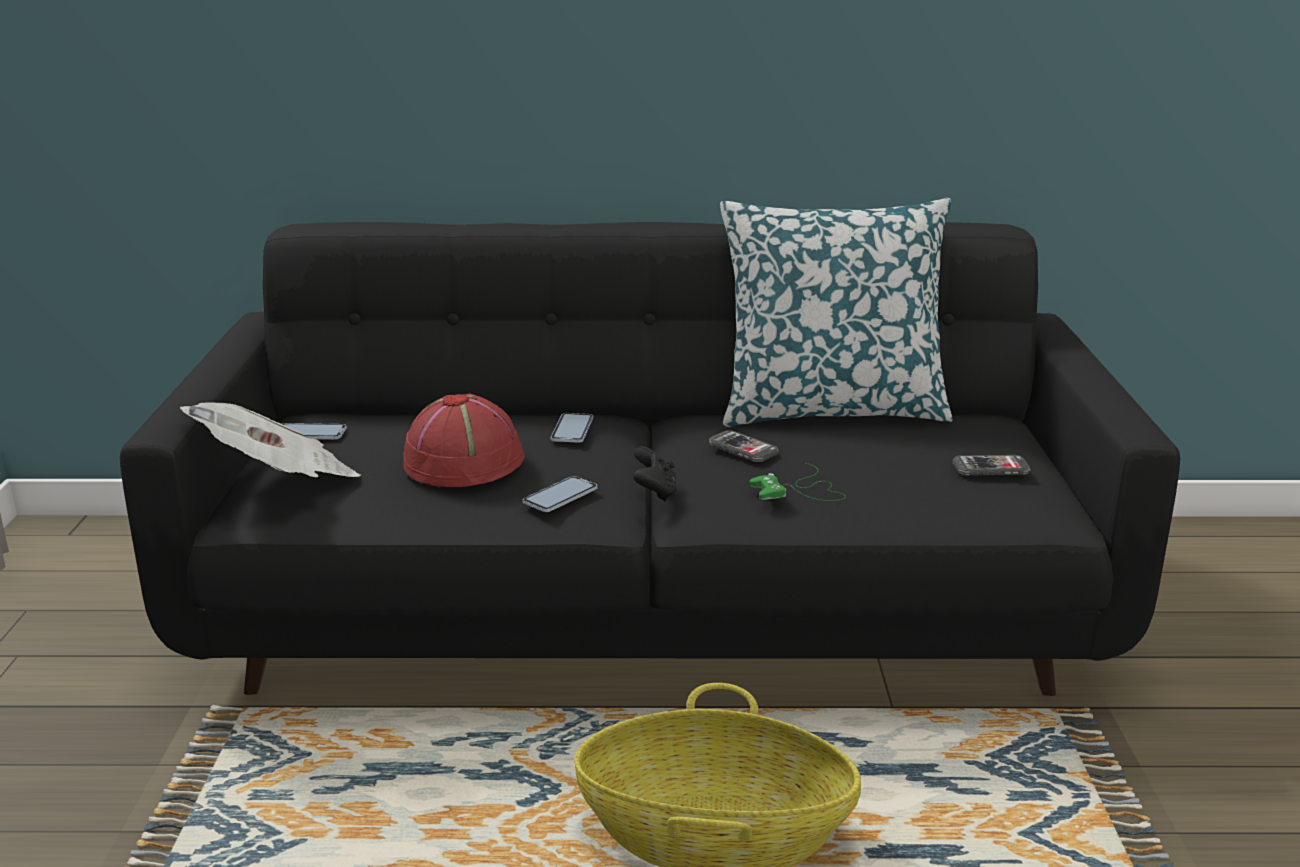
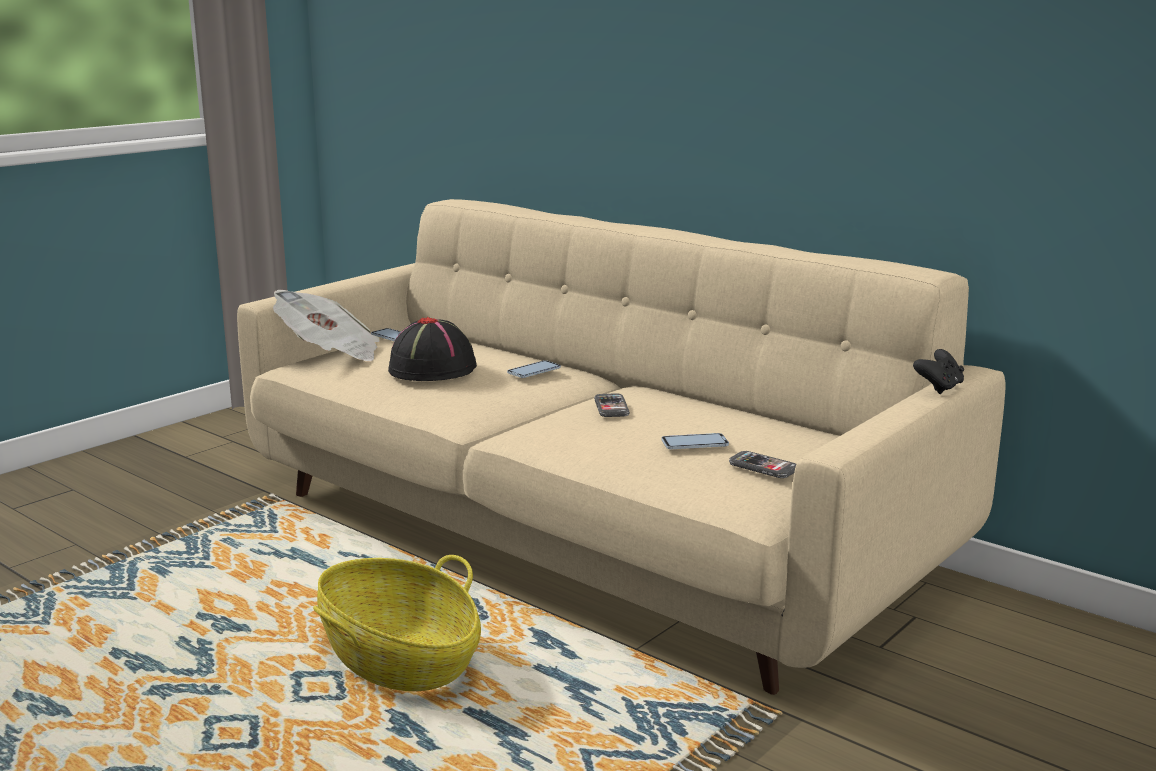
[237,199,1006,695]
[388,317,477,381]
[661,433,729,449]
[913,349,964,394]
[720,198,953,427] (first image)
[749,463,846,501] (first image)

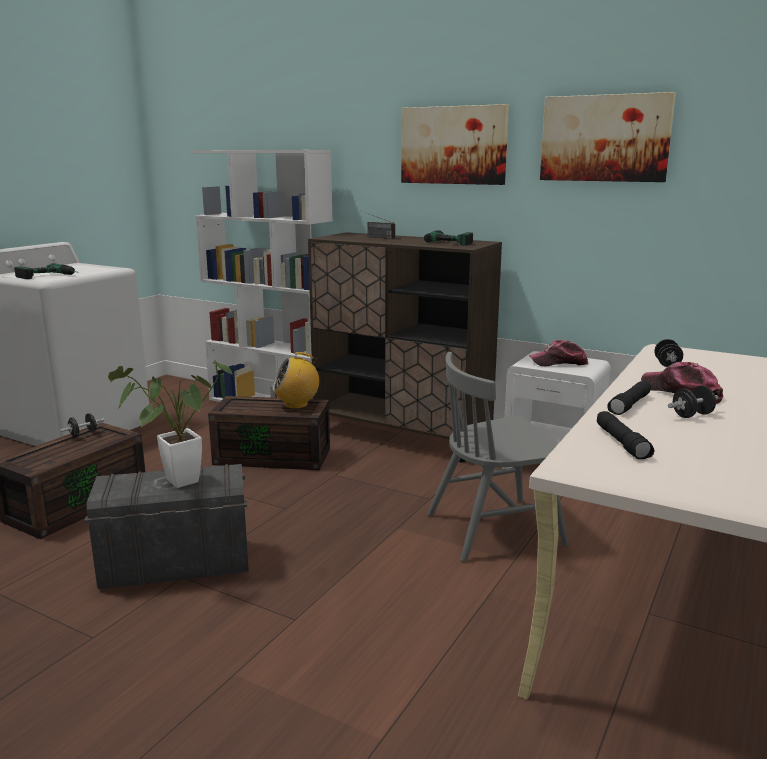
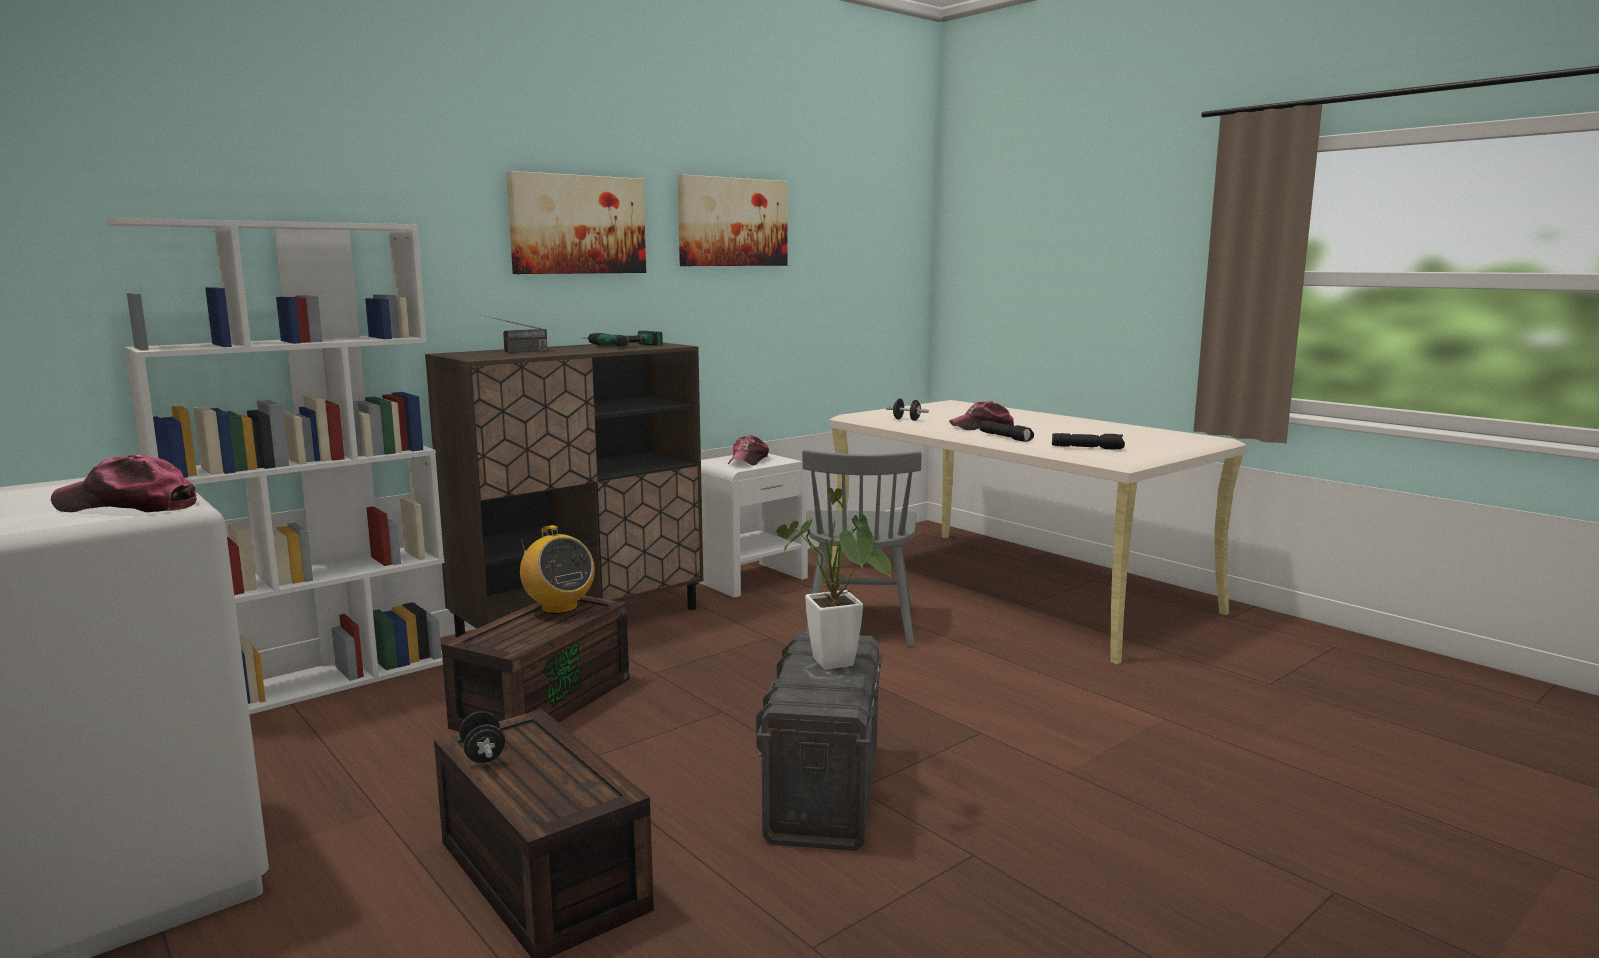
[51,454,197,512]
[520,525,595,614]
[668,385,719,418] (first image)

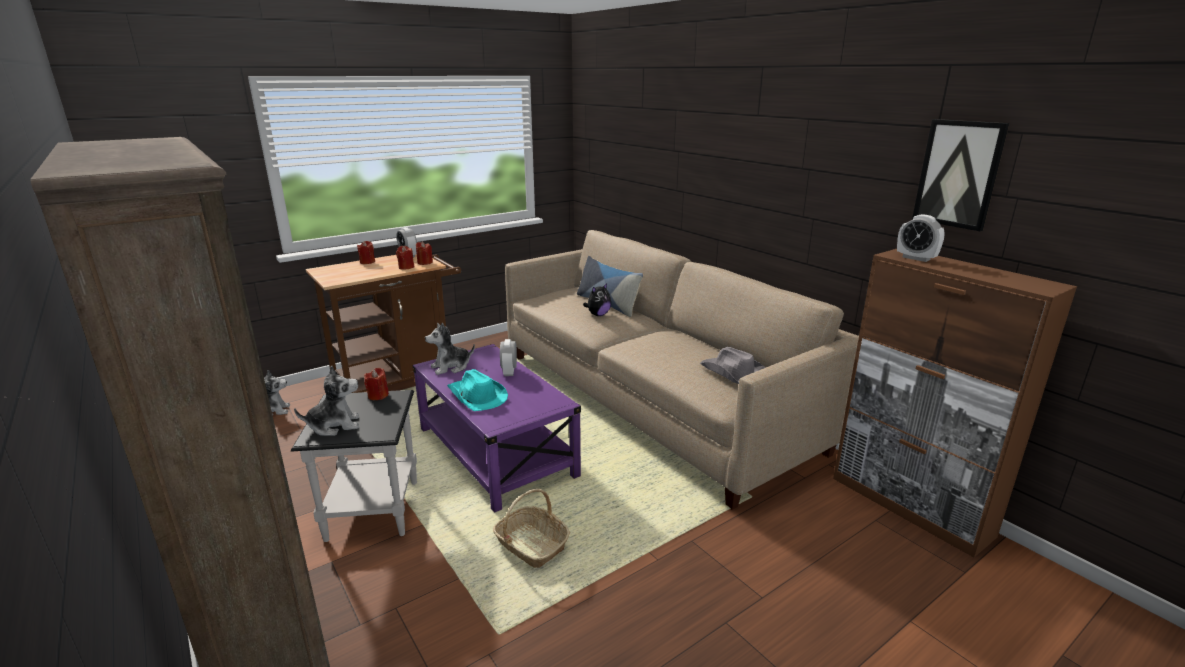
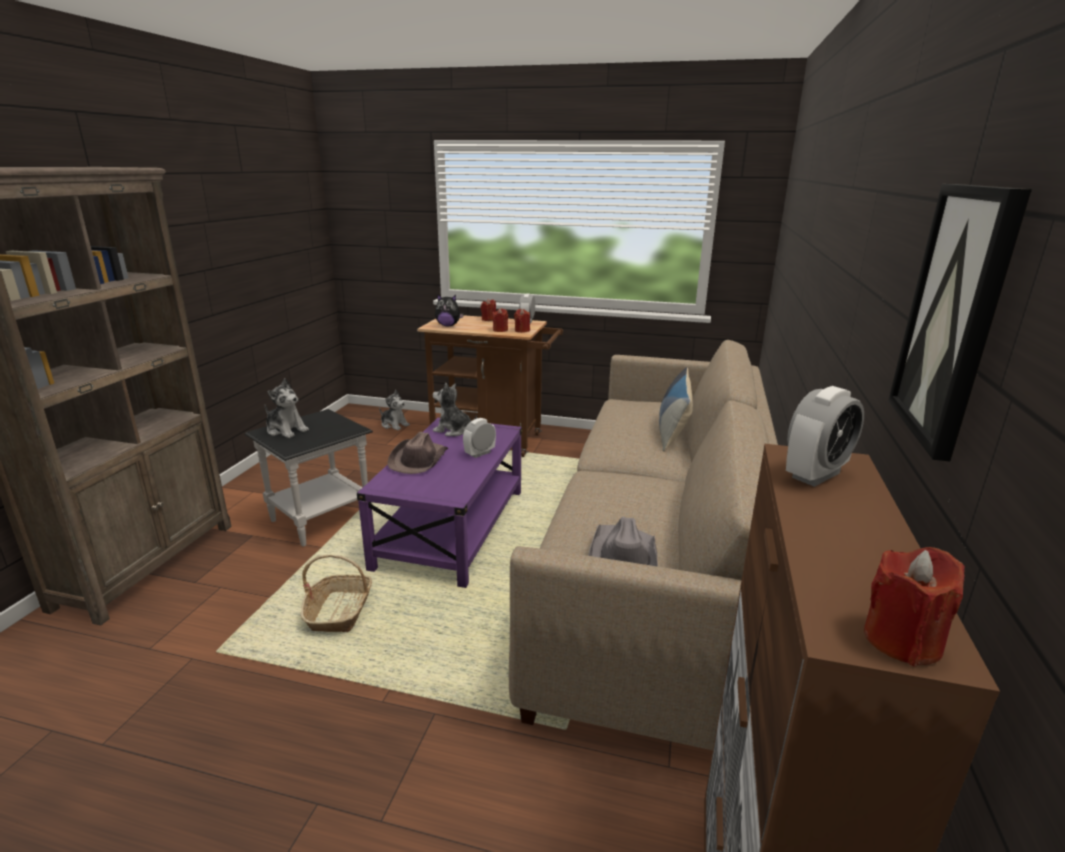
[387,432,448,474]
[435,294,464,326]
[786,386,864,487]
[864,547,965,666]

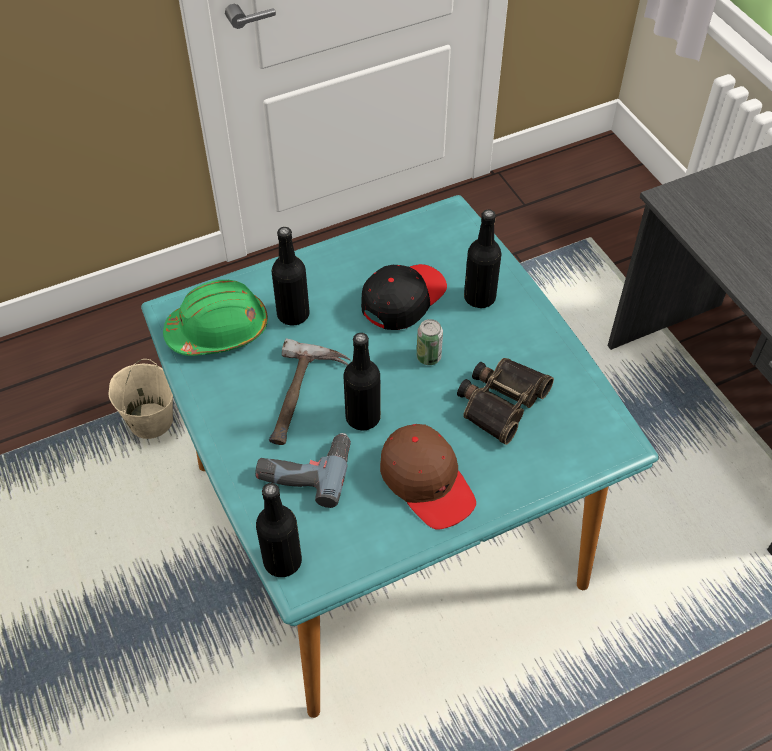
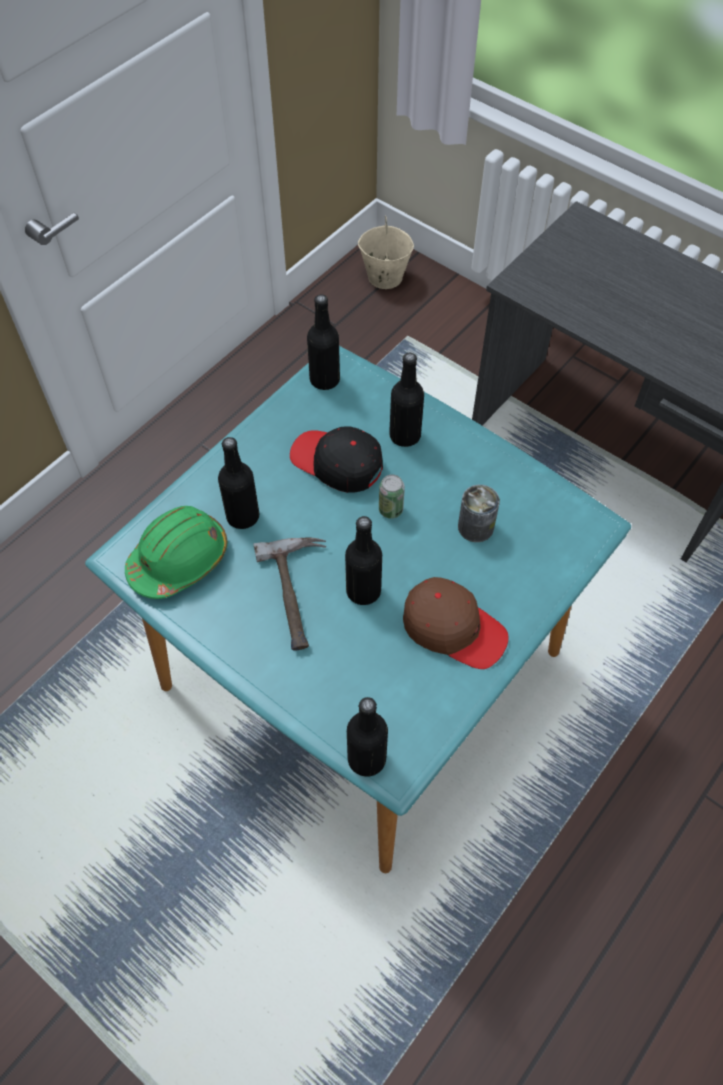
[290,426,383,493]
[307,295,340,390]
[358,216,414,289]
[458,485,500,542]
[255,433,351,508] (first image)

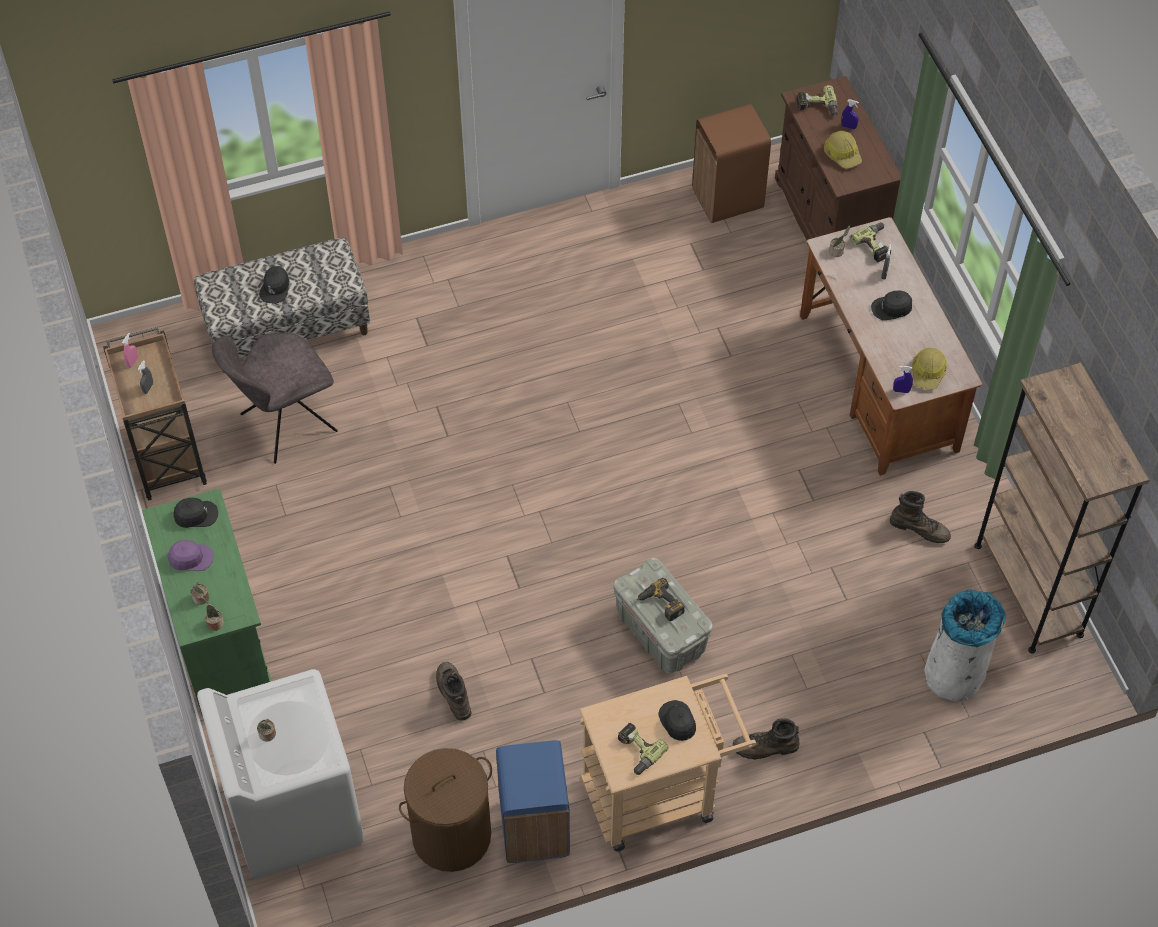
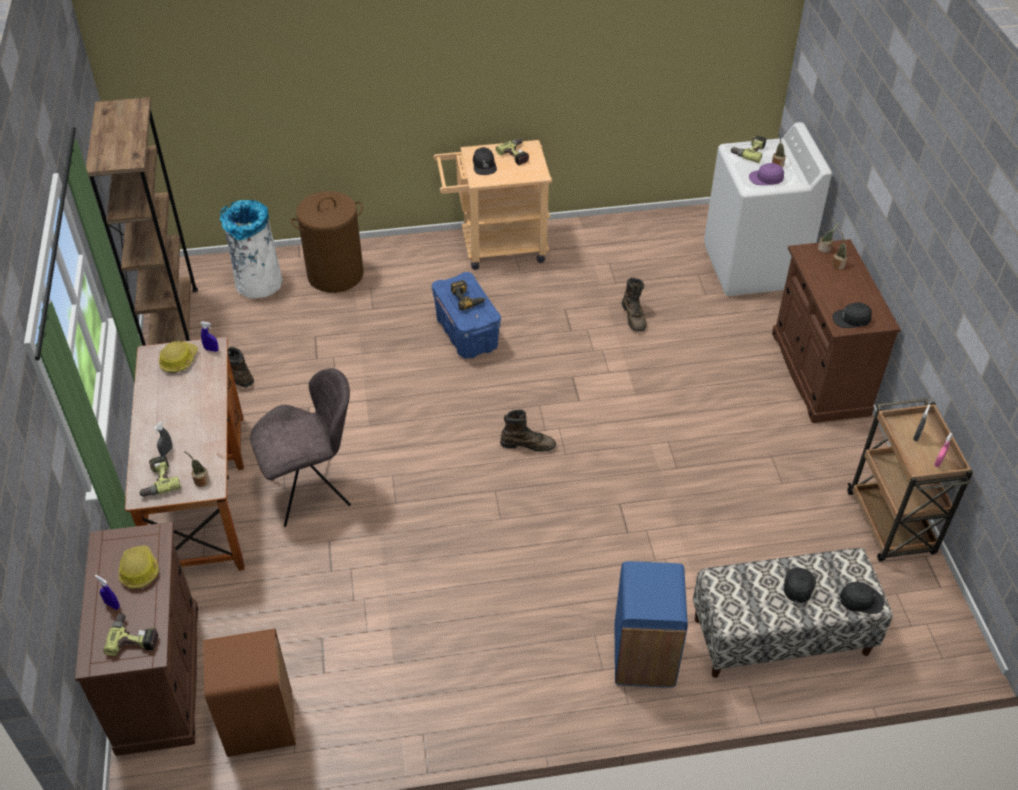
[250,368,351,527]
[291,191,364,293]
[432,272,501,359]
[500,409,556,452]
[614,561,688,688]
[731,135,766,163]
[749,163,784,185]
[772,239,901,423]
[840,582,884,614]

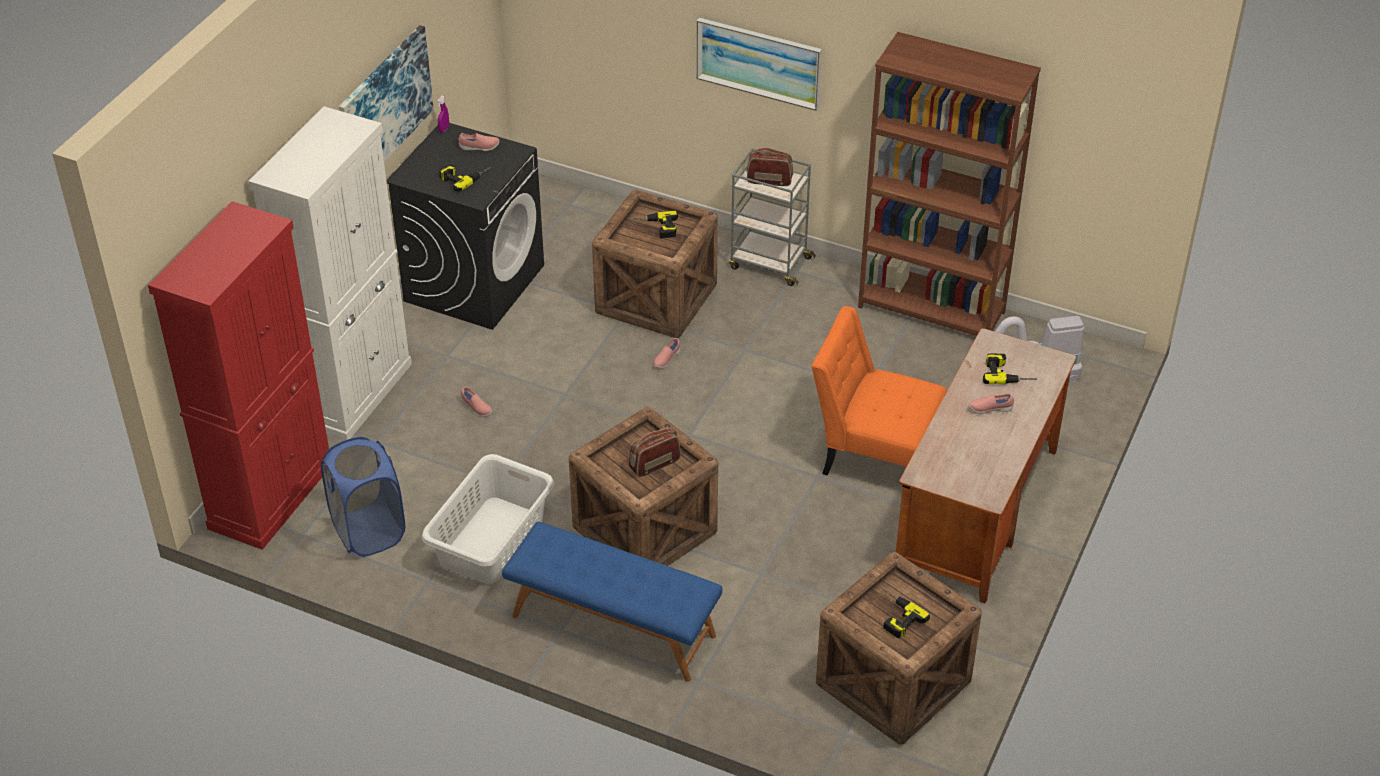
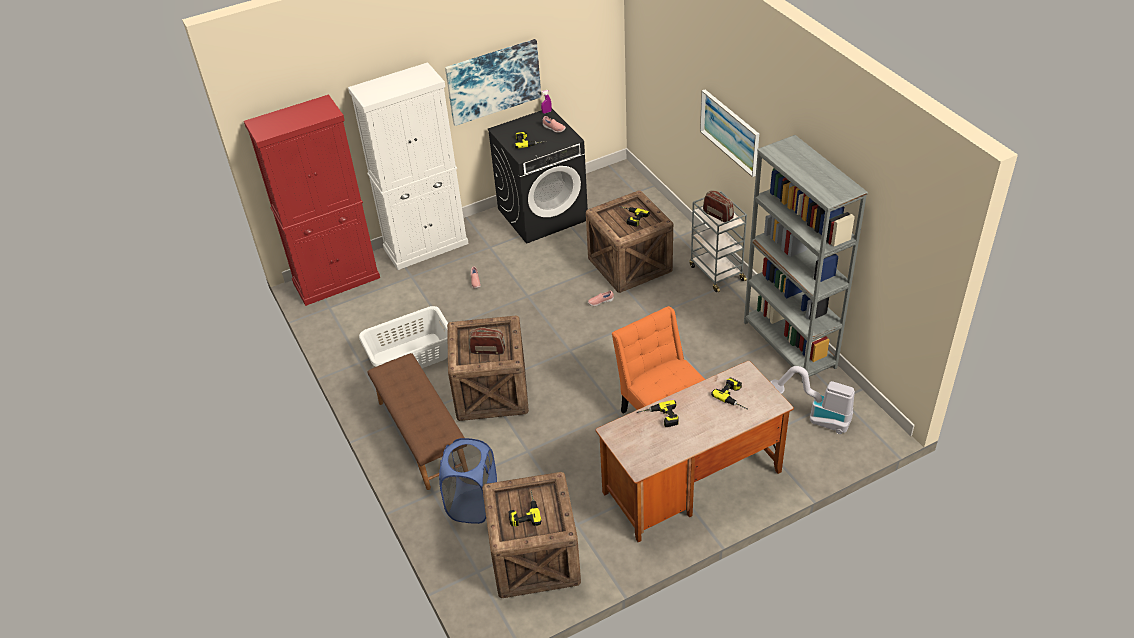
[367,353,464,490]
[439,438,497,524]
[637,400,679,427]
[744,135,868,383]
[968,394,1014,414] (first image)

